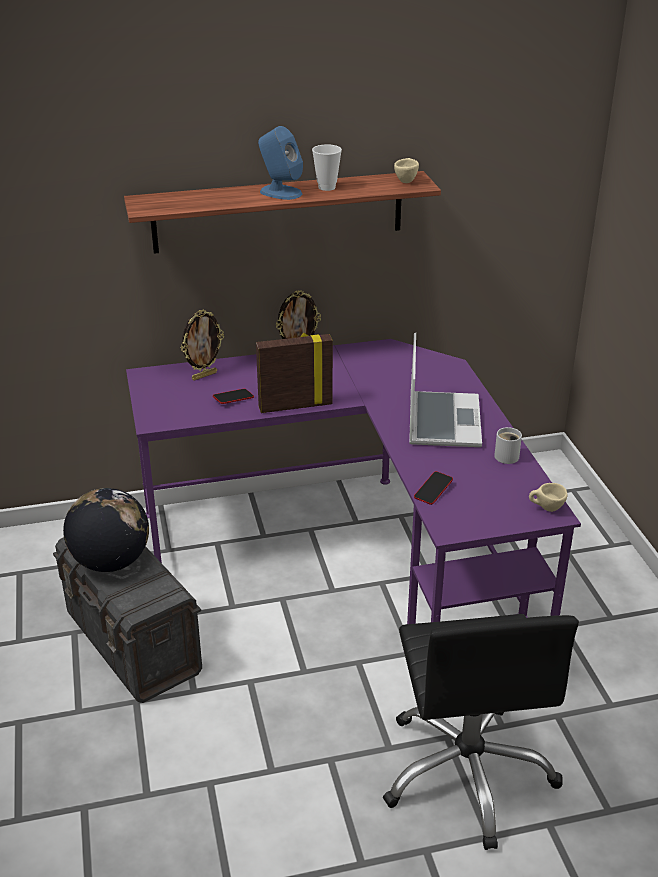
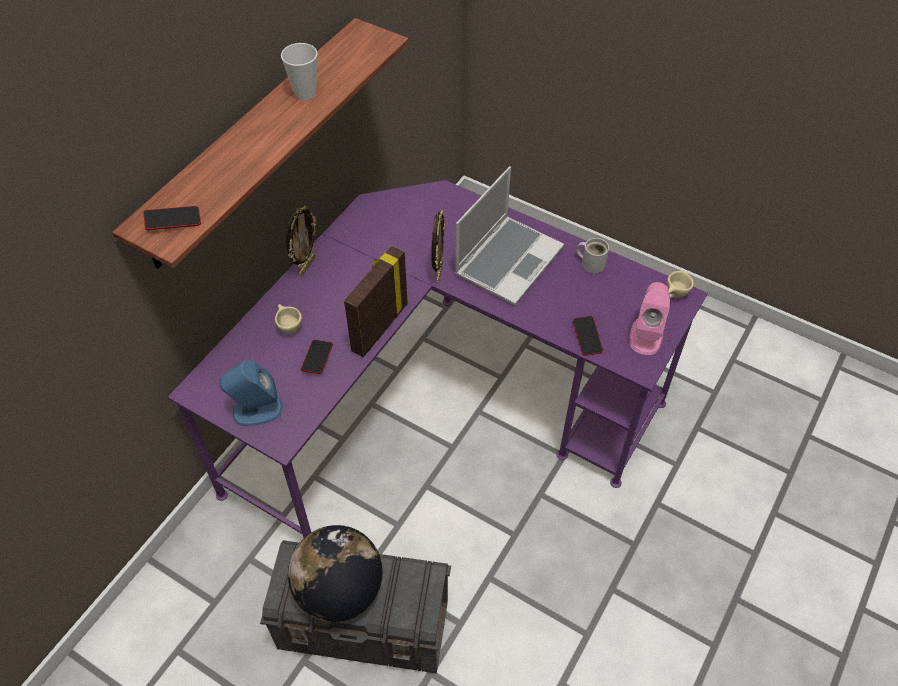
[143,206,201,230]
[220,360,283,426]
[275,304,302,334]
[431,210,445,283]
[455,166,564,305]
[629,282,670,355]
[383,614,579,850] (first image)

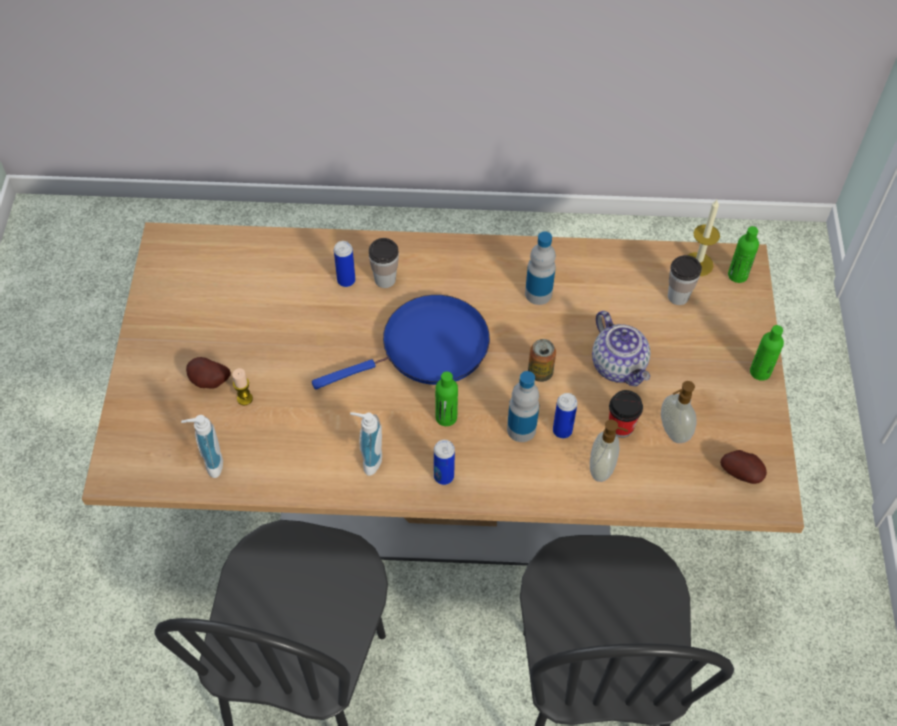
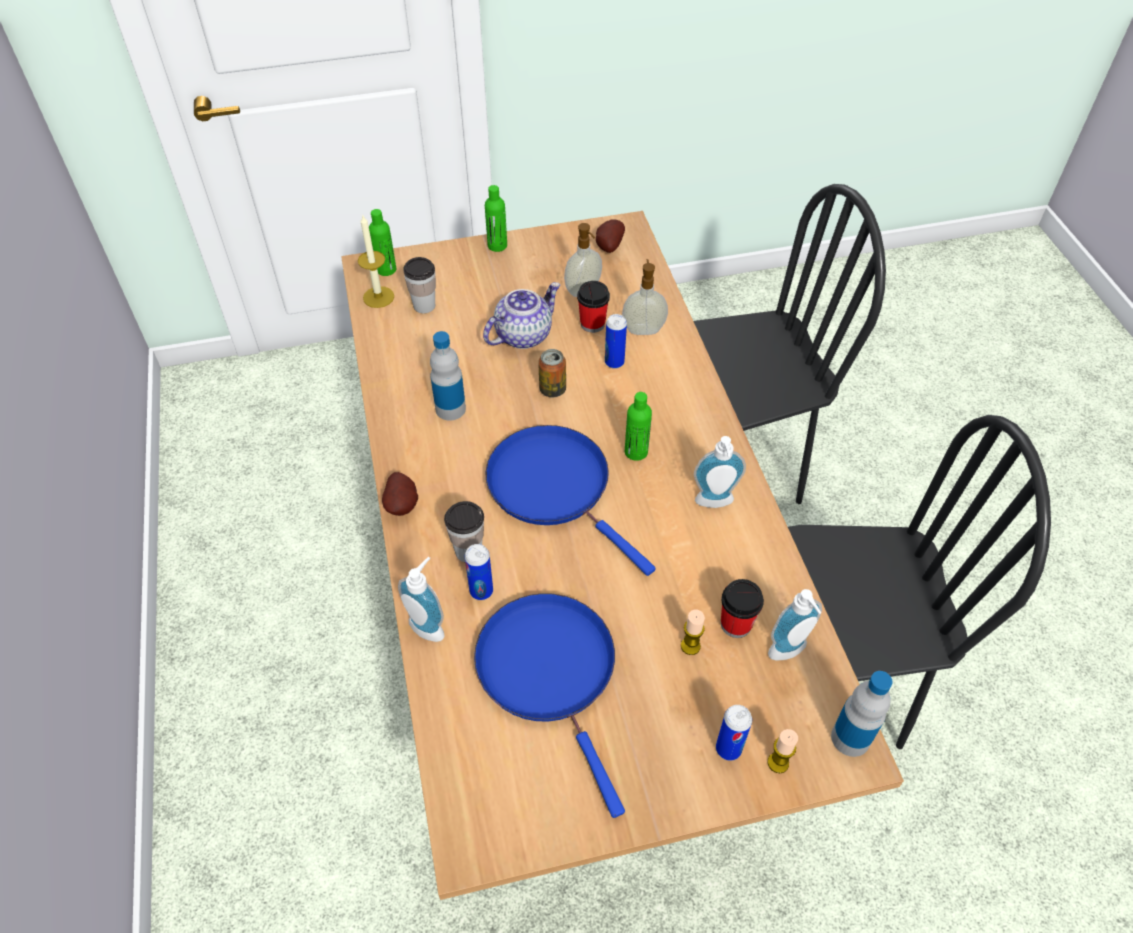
[382,472,418,516]
[398,557,445,642]
[474,593,625,818]
[716,705,752,761]
[721,579,764,638]
[768,729,798,773]
[831,671,893,757]

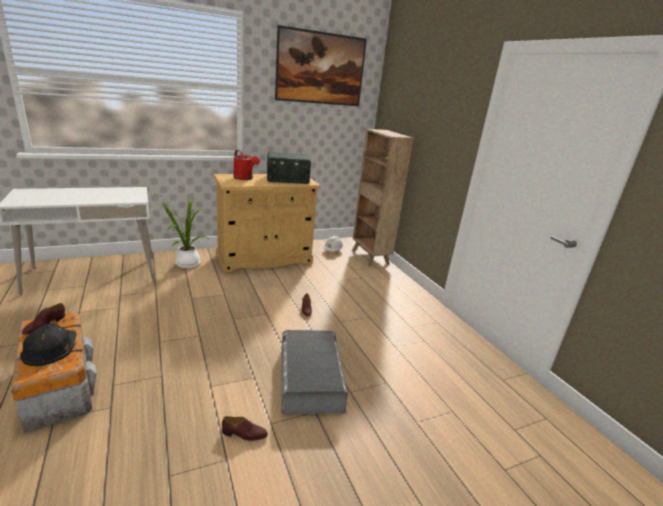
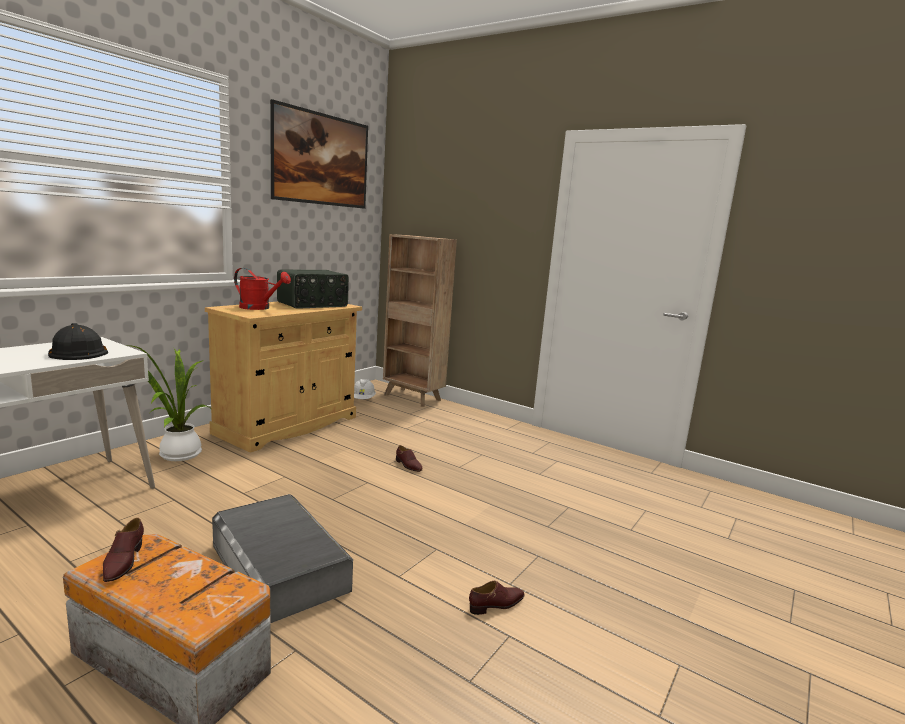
[48,323,108,360]
[212,494,353,623]

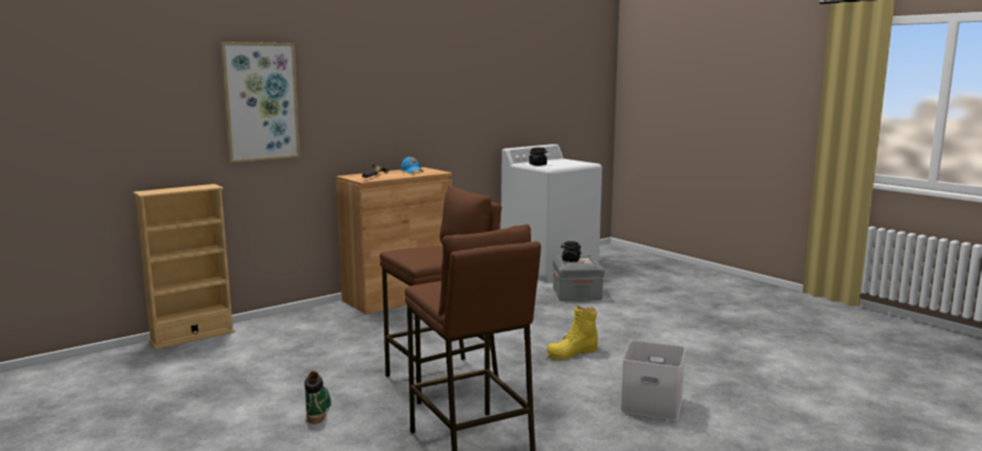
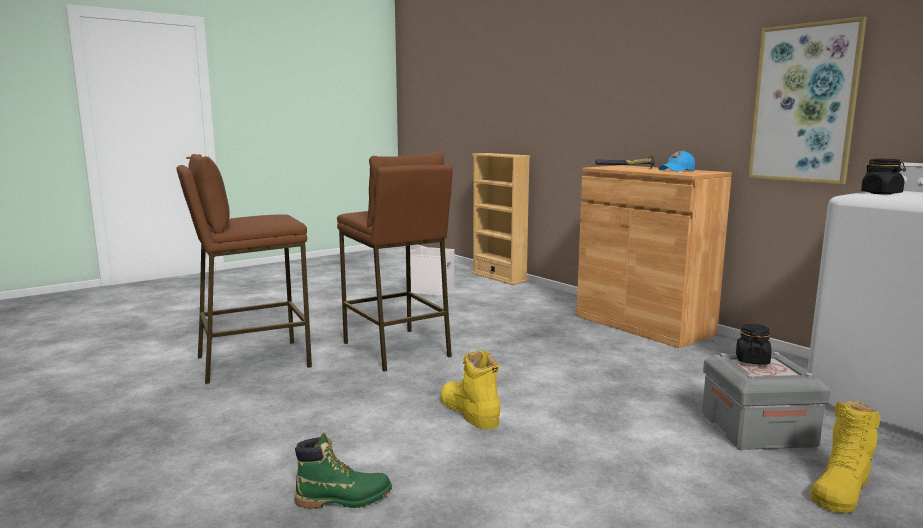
[294,433,392,509]
[405,247,455,296]
[748,16,867,184]
[811,401,881,513]

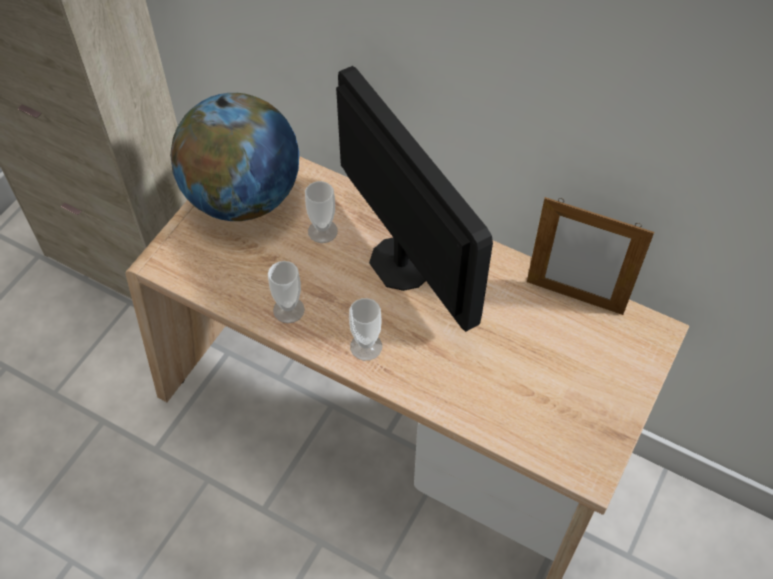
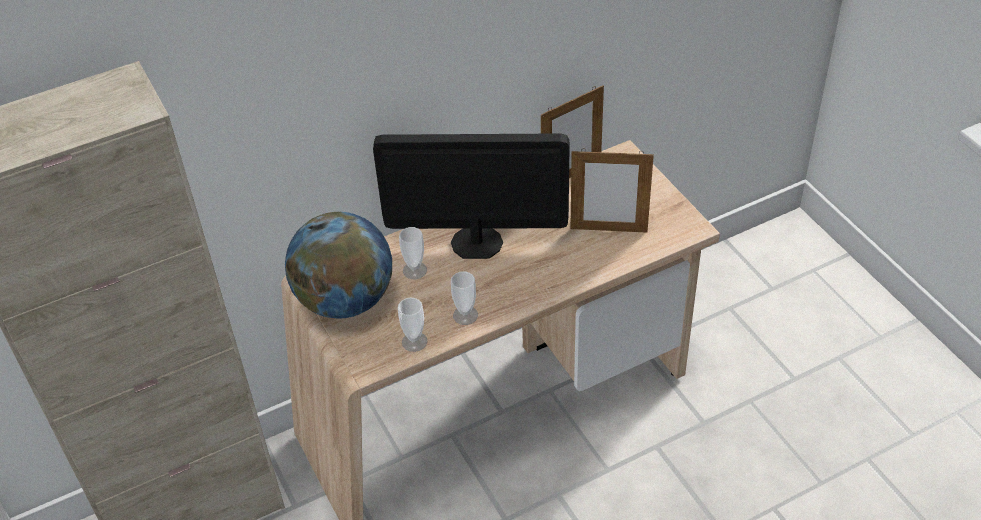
[398,298,427,352]
[570,149,654,233]

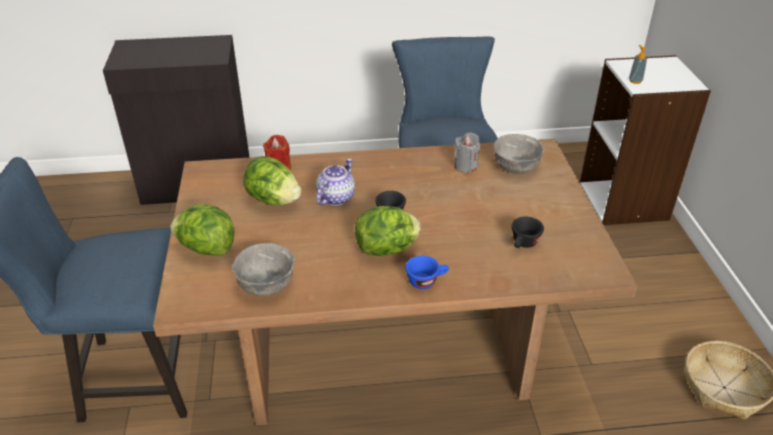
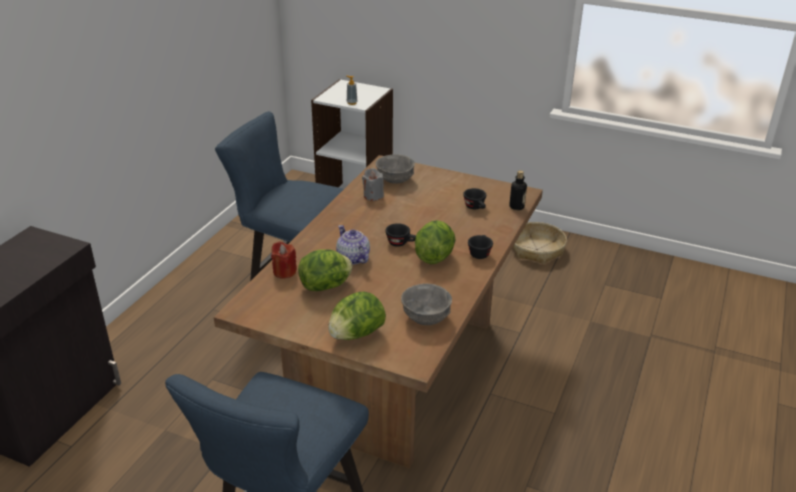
[468,235,493,259]
[509,170,527,210]

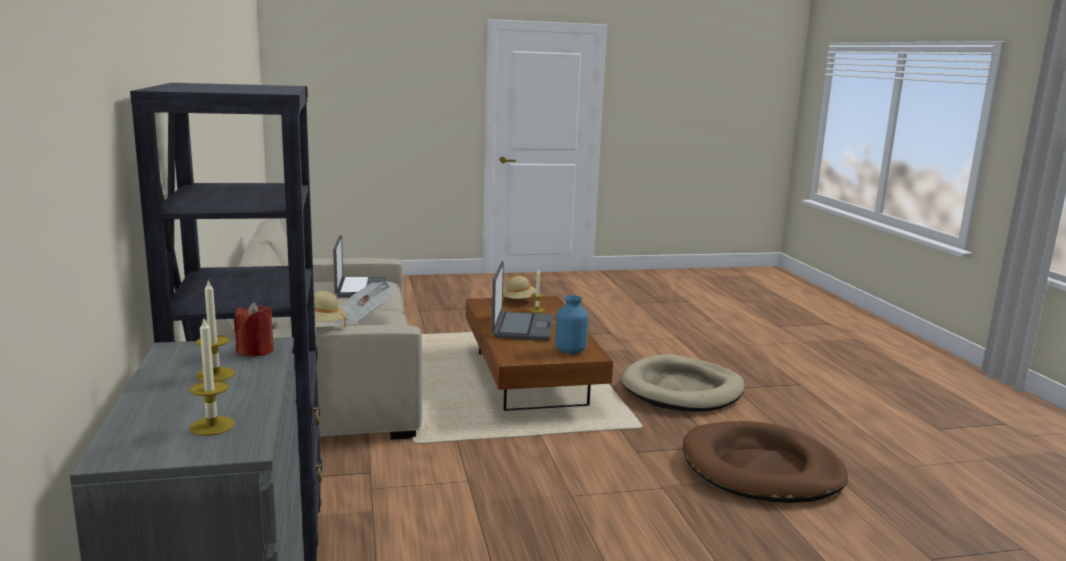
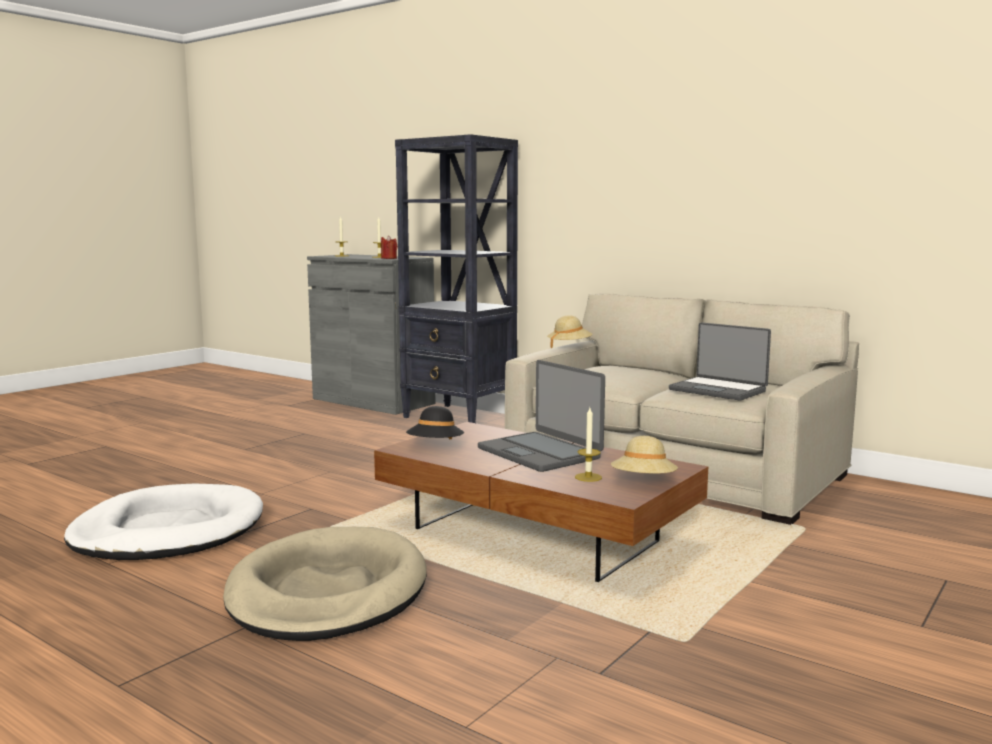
[64,484,263,560]
[406,406,464,440]
[331,281,392,326] (first image)

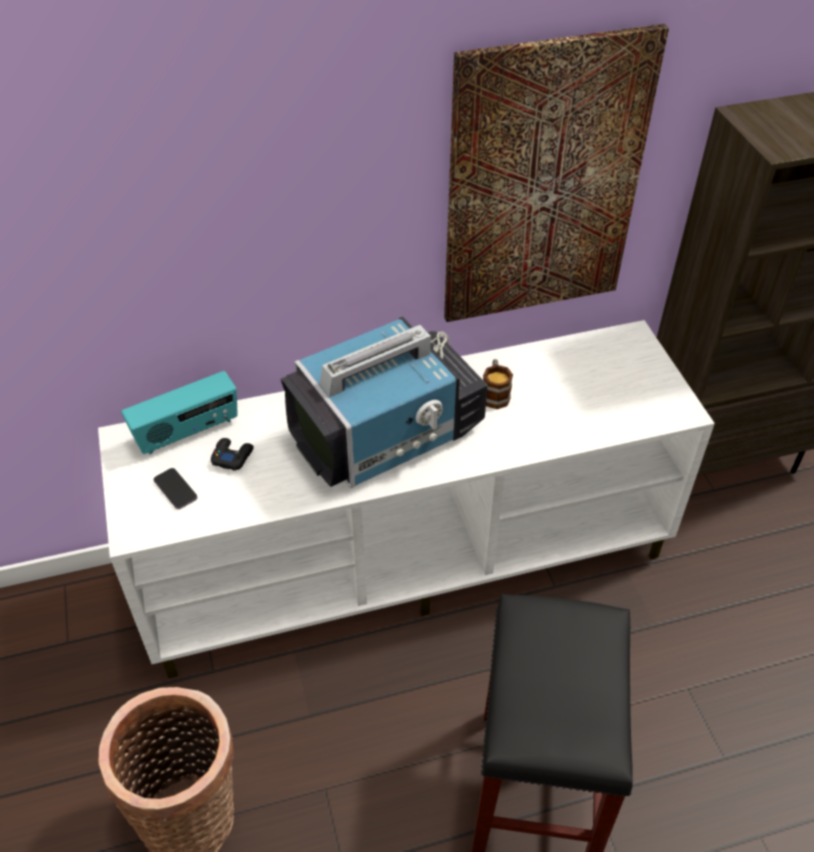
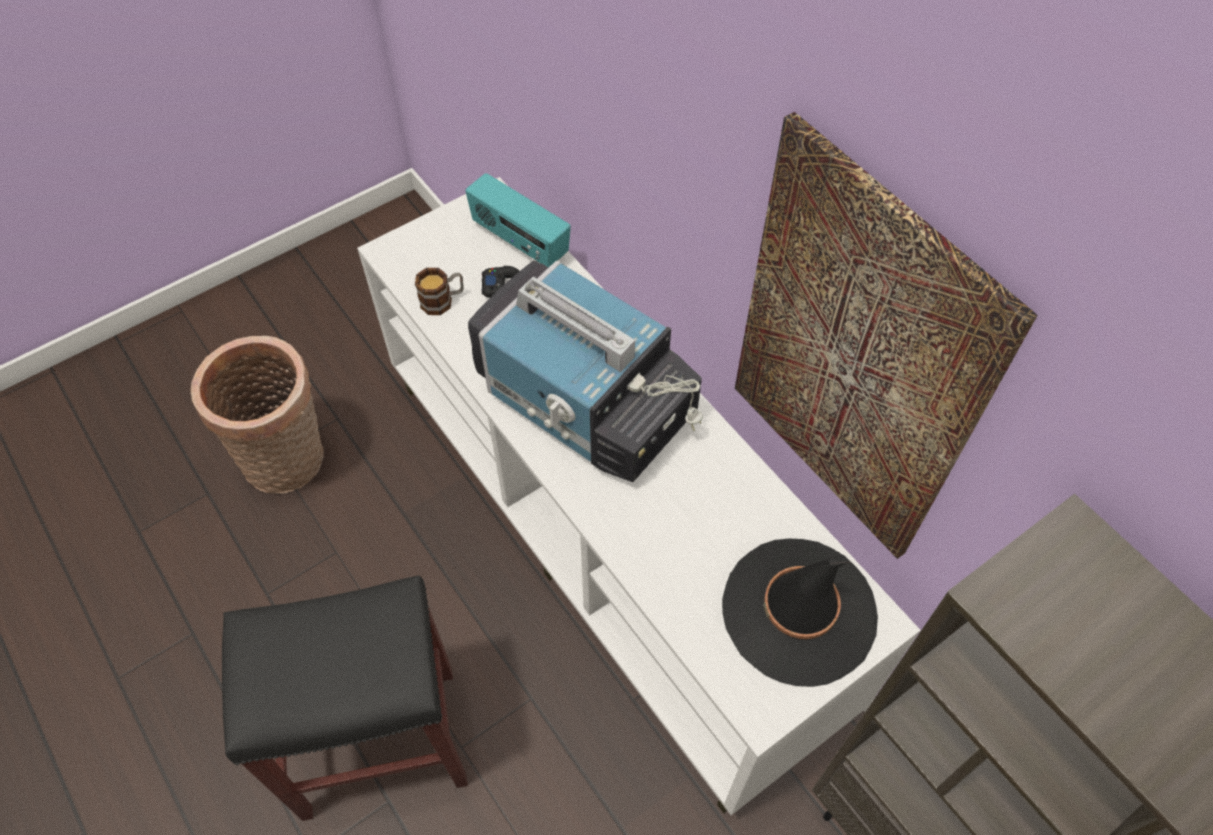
[415,268,464,315]
[722,539,878,687]
[153,468,197,509] (first image)

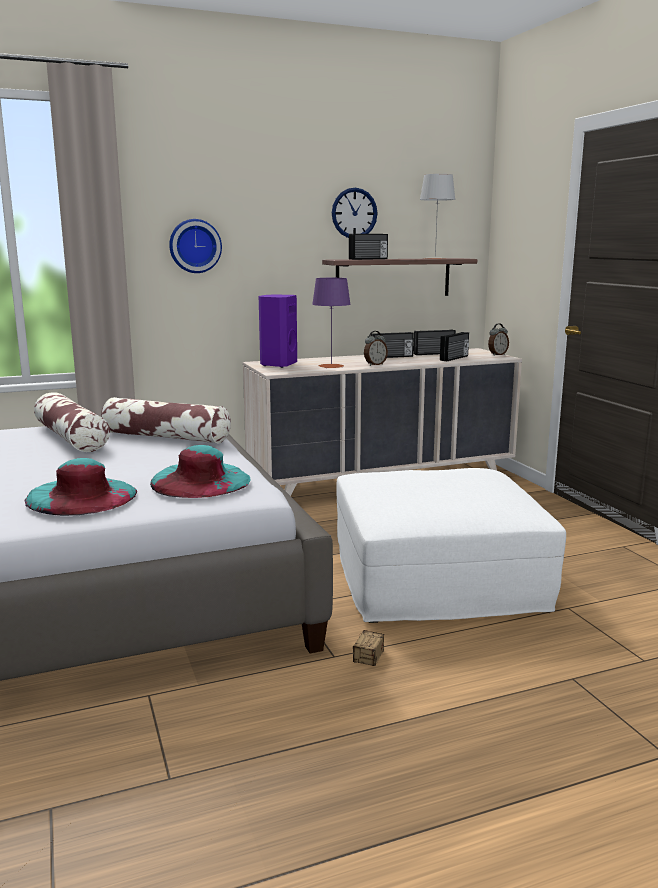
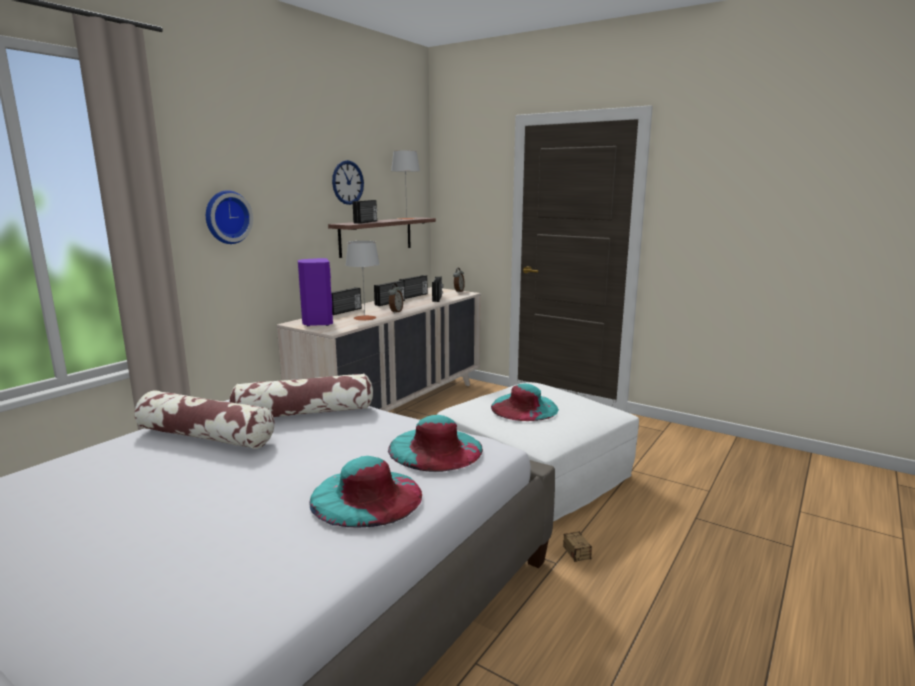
[331,287,361,315]
[346,241,380,321]
[491,384,559,421]

